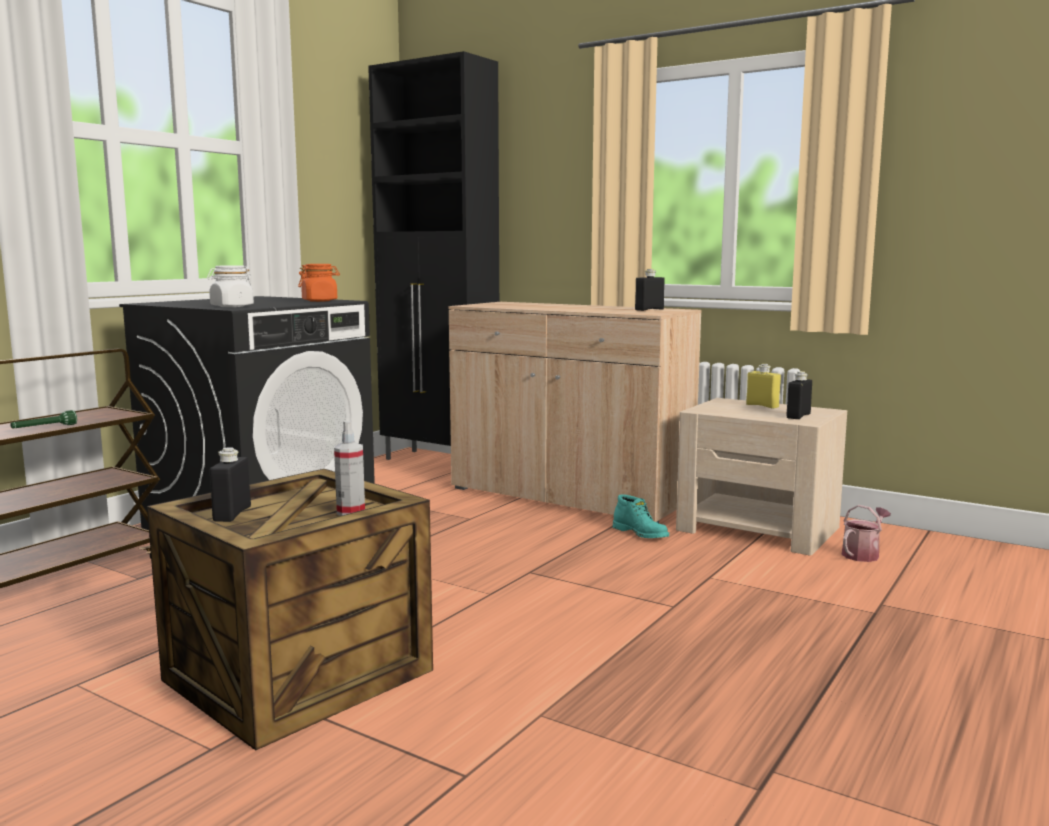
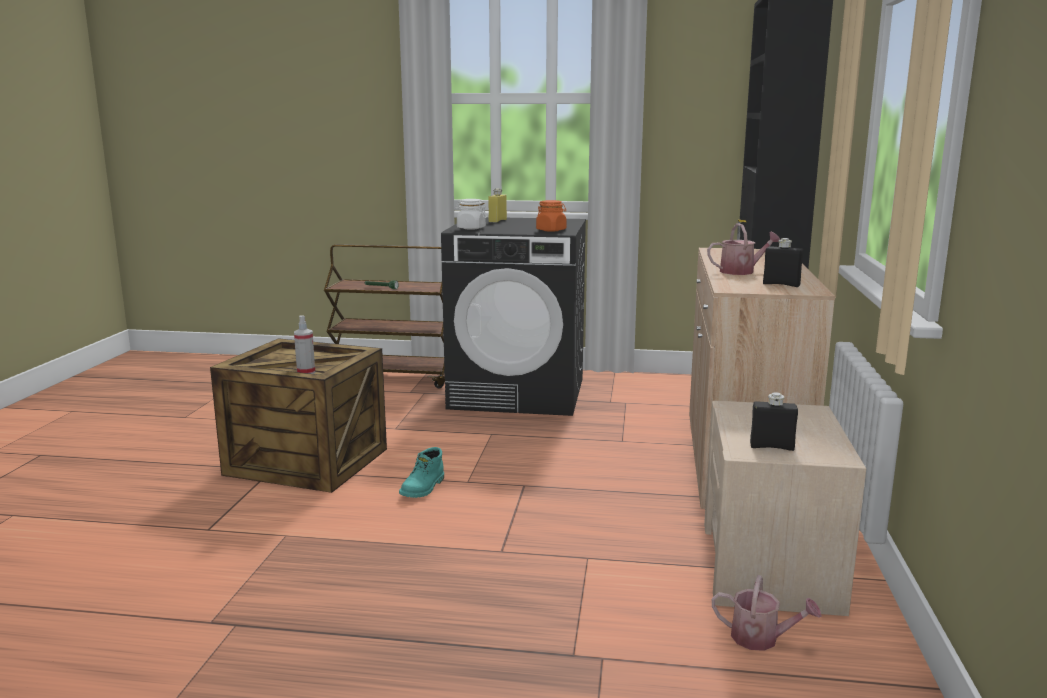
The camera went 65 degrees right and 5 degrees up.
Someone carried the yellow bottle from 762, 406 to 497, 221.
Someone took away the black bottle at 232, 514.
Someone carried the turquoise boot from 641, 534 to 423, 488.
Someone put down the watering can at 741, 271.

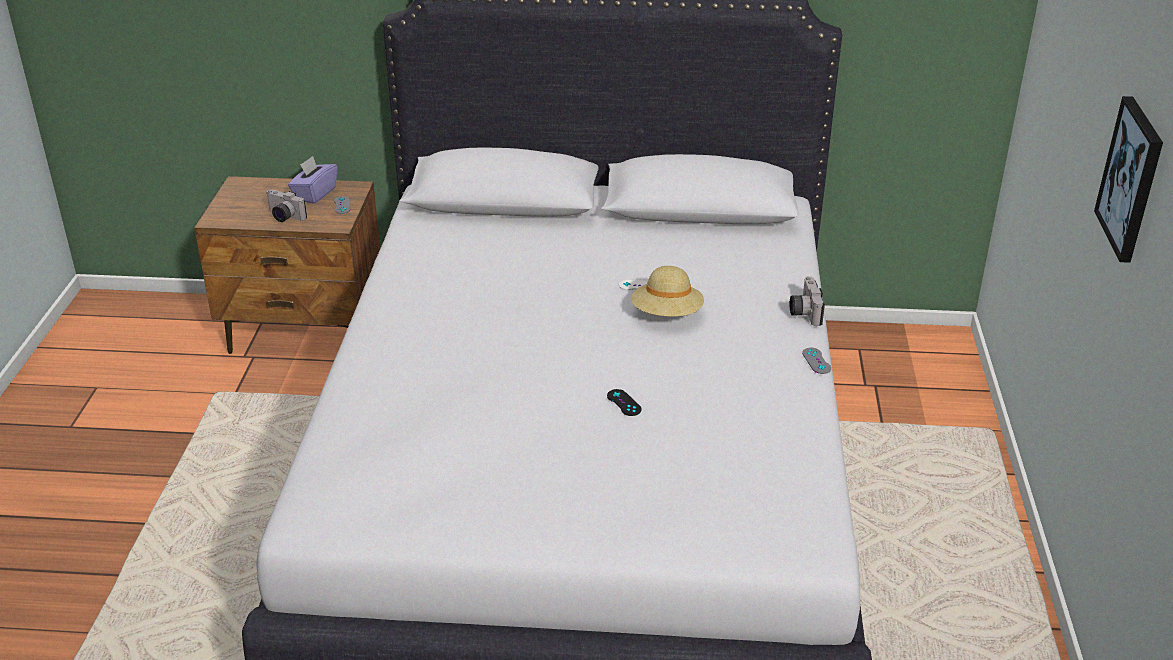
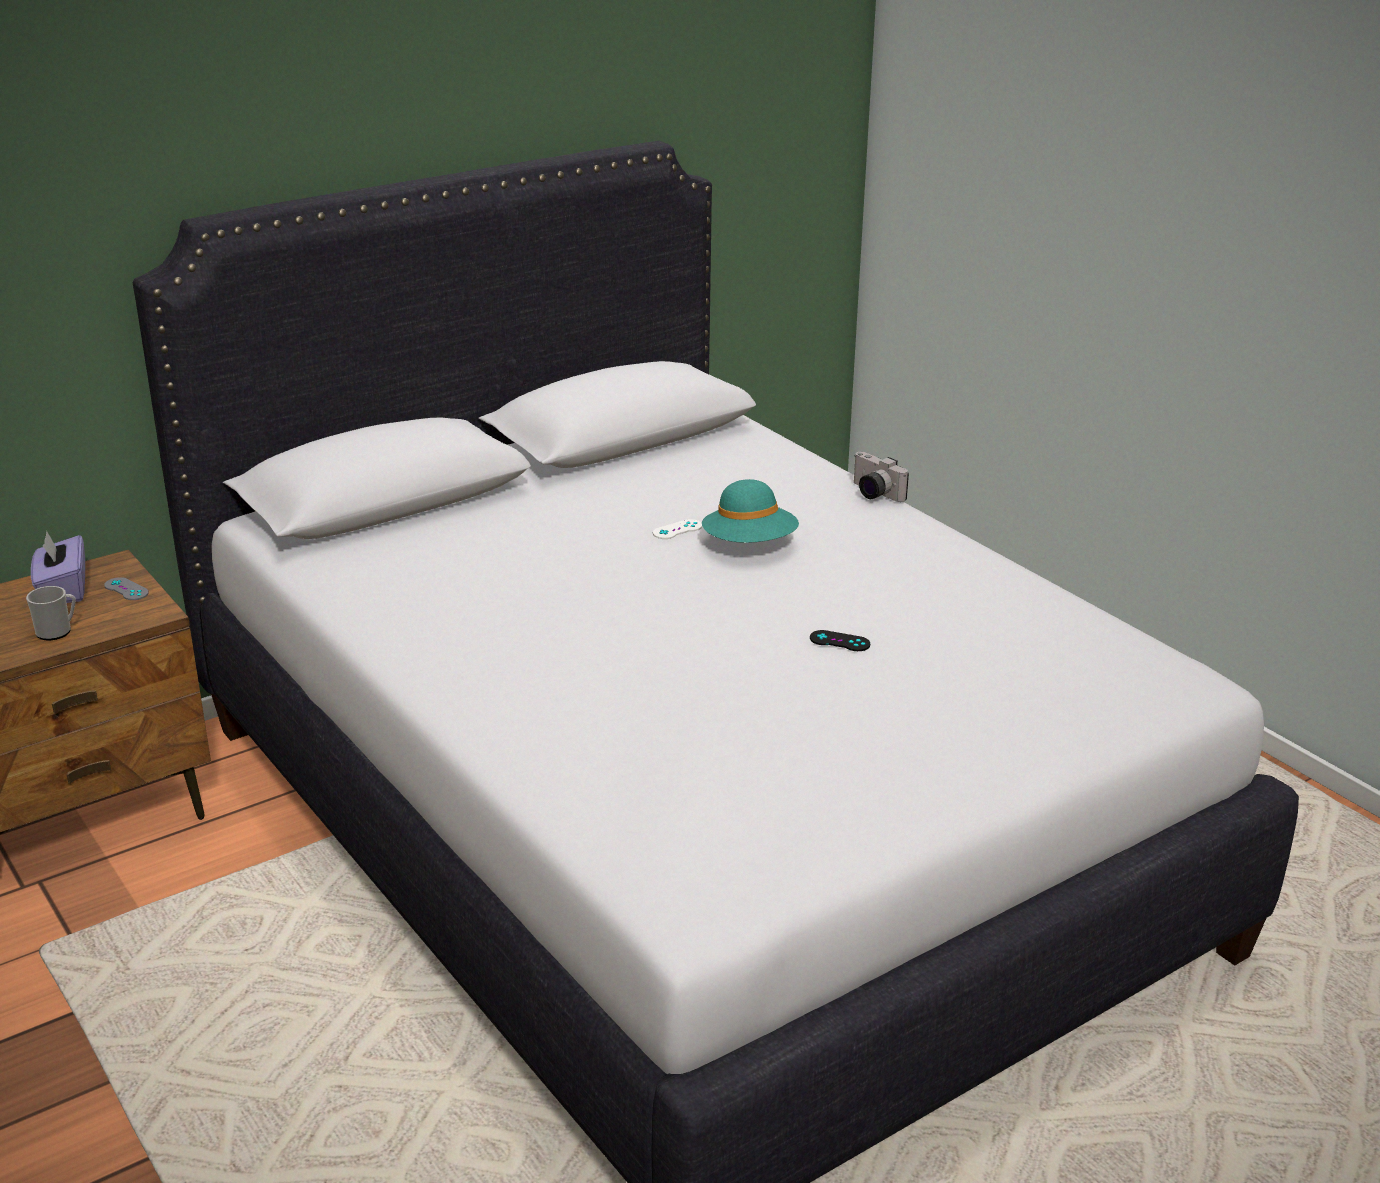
The camera went 40 degrees left and 5 degrees down.
Someone took away the picture at 1131, 179.
Someone swapped the photo camera at 283, 217 for the mug at 57, 631.
Someone repainted the beige hat at 667, 314, which became the turquoise hat at 749, 545.
Someone took away the grey game controller at 816, 361.

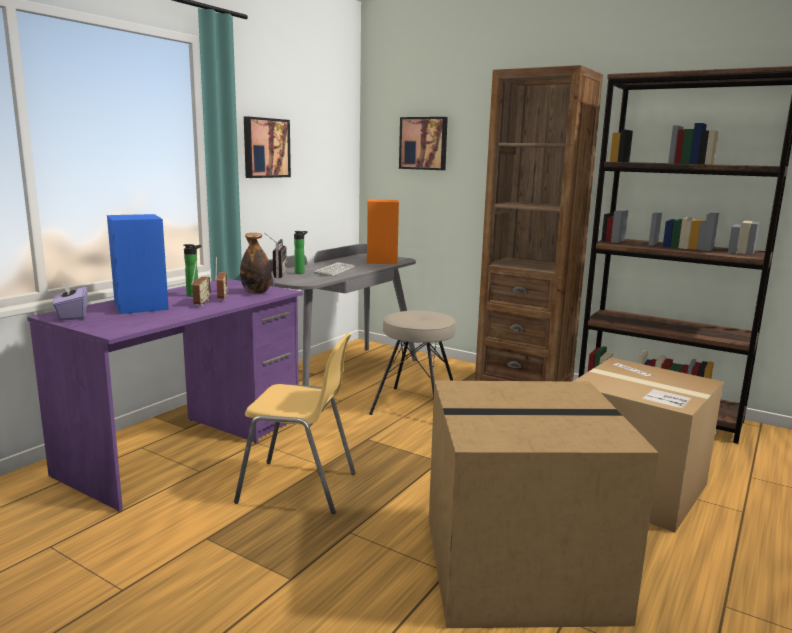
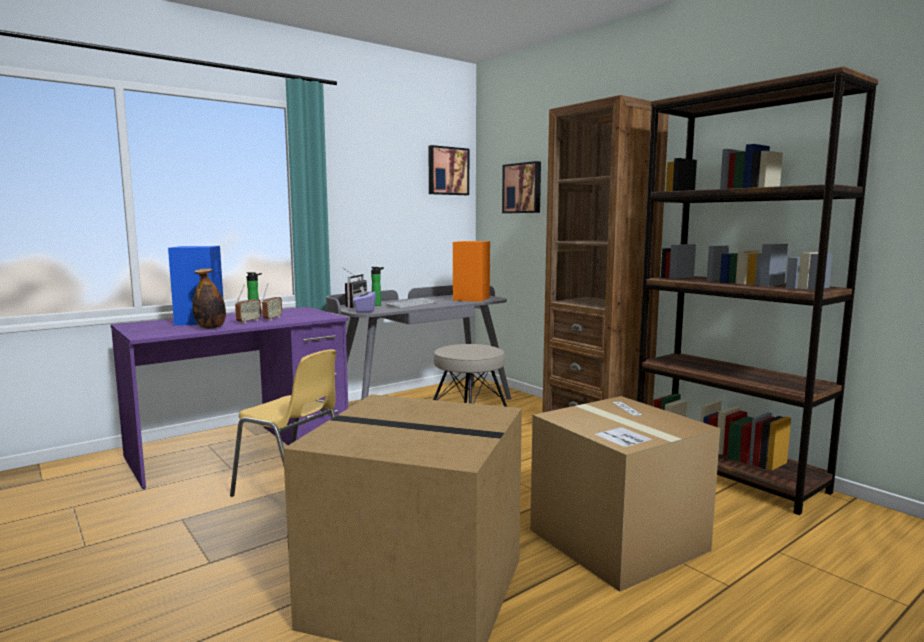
The camera went 20 degrees right and 5 degrees down.
Someone carried the picture from 265, 148 to 447, 171.
Someone carried the bottle from 256, 292 to 211, 328.
Someone carried the purple tissue box from 72, 316 to 365, 311.

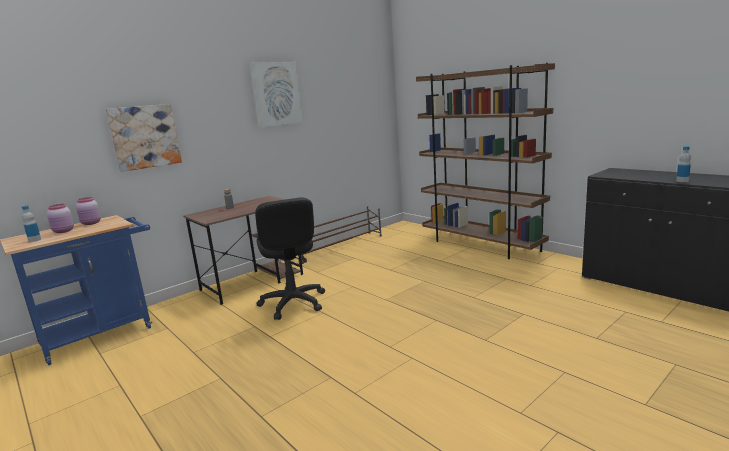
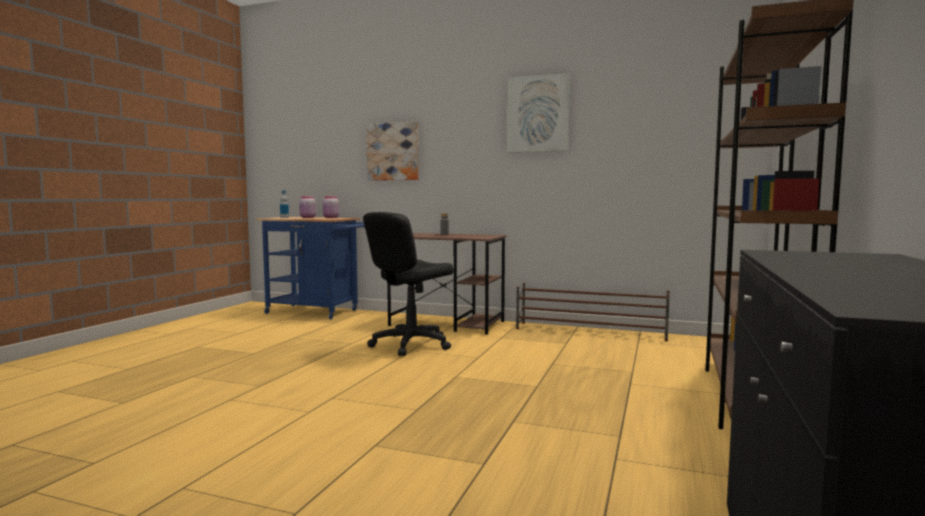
The camera went 60 degrees right and 10 degrees down.
Someone took away the bottle at 682, 181.

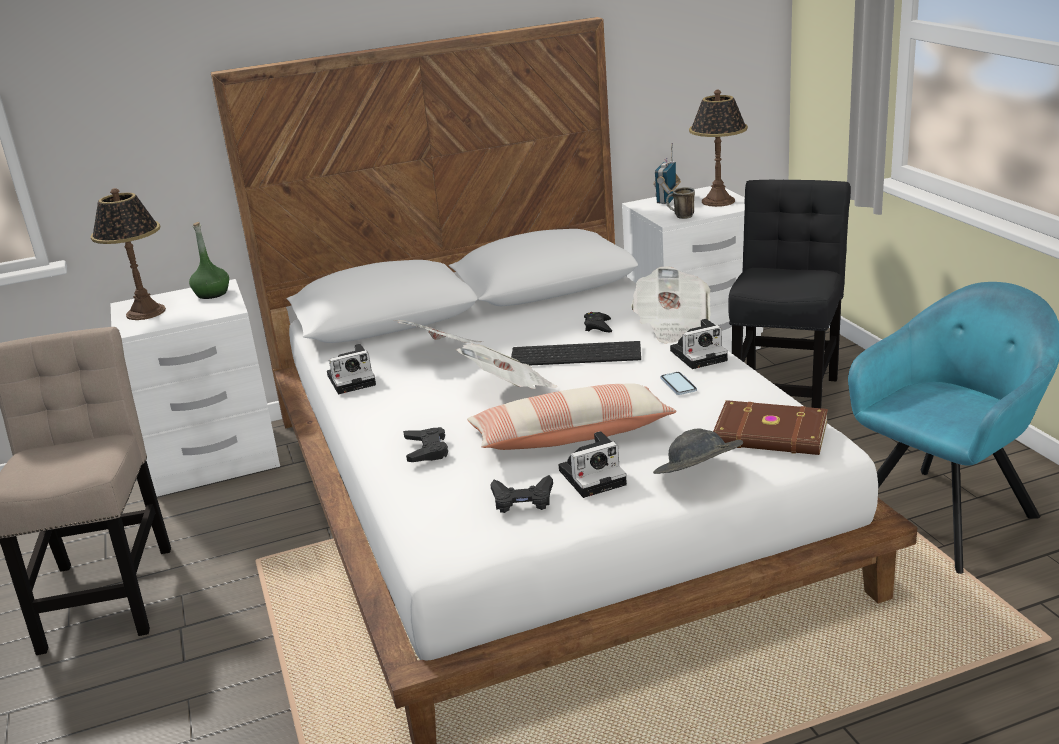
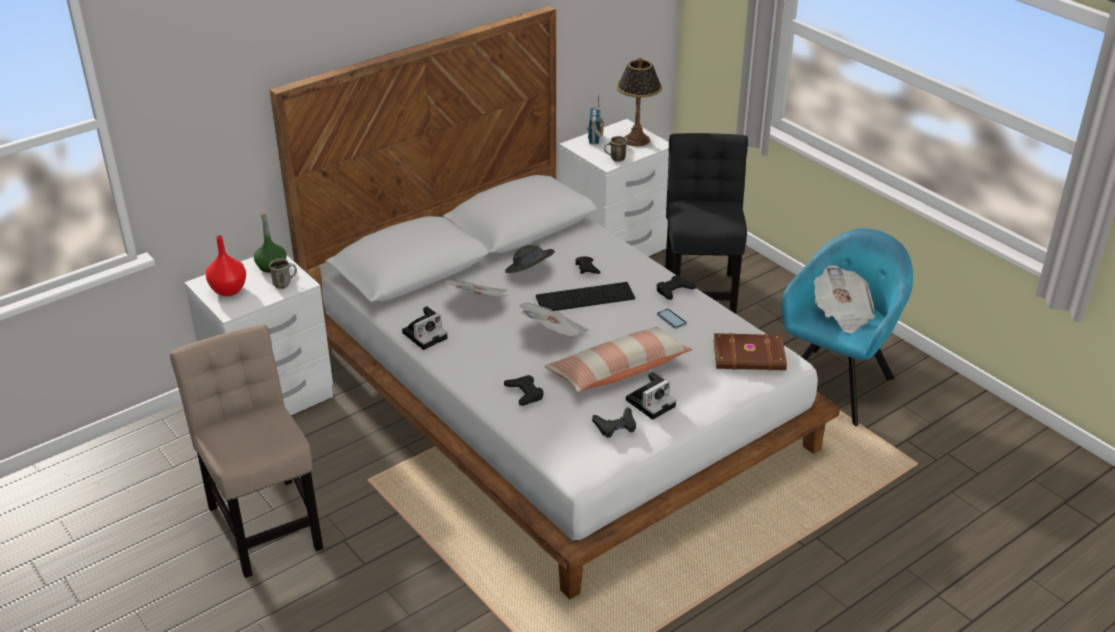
The camera went 20 degrees left and 10 degrees up.
Someone swapped the table lamp at 146, 312 for the red vase at 228, 290.
Someone carried the newspaper from 672, 326 to 842, 313.
Someone swapped the photo camera at 700, 355 for the black game controller at 674, 290.
Someone carried the grey hat from 698, 477 to 529, 272.
Someone put down the mug at 285, 283.

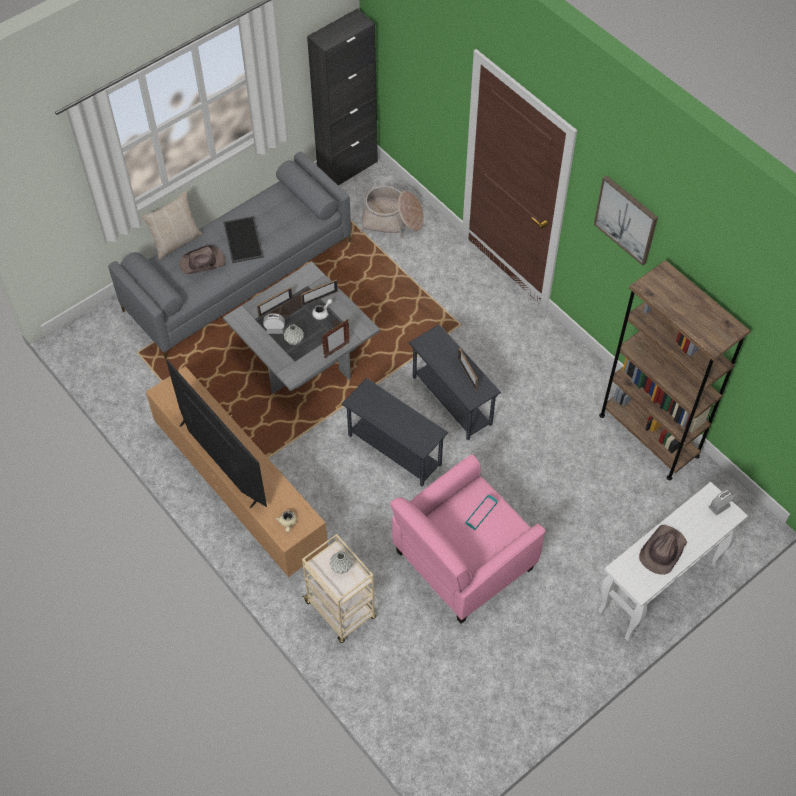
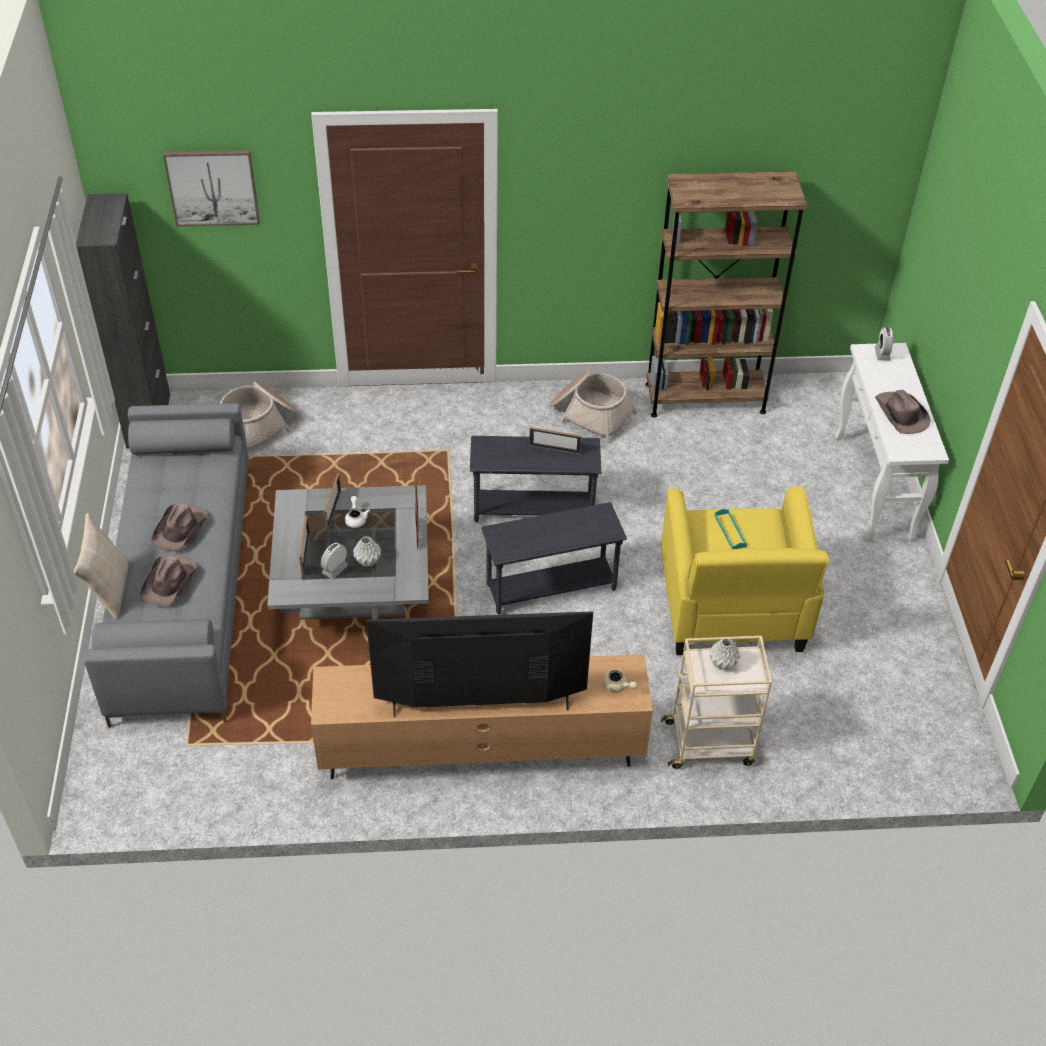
The camera went 55 degrees left and 10 degrees down.
Someone carried the picture from 626, 219 to 212, 187.
Someone swapped the tray at 244, 240 for the brown hat at 181, 528.
Someone repainted the pink armchair at 462, 561, which became the yellow armchair at 731, 609.
Someone put down the basket at 589, 413.

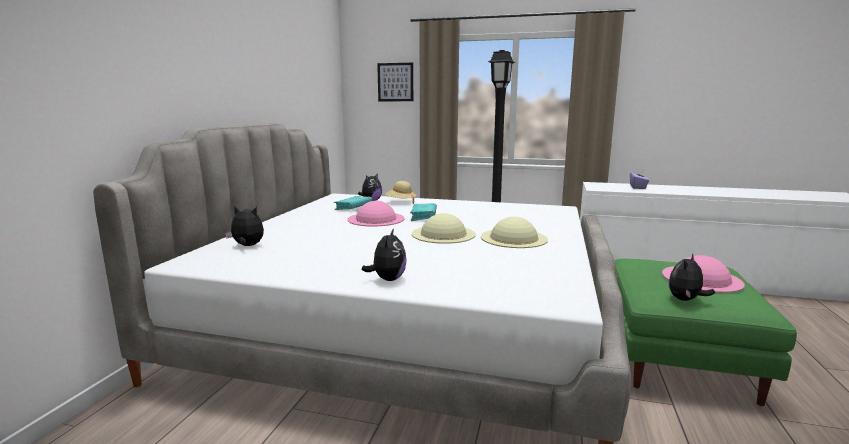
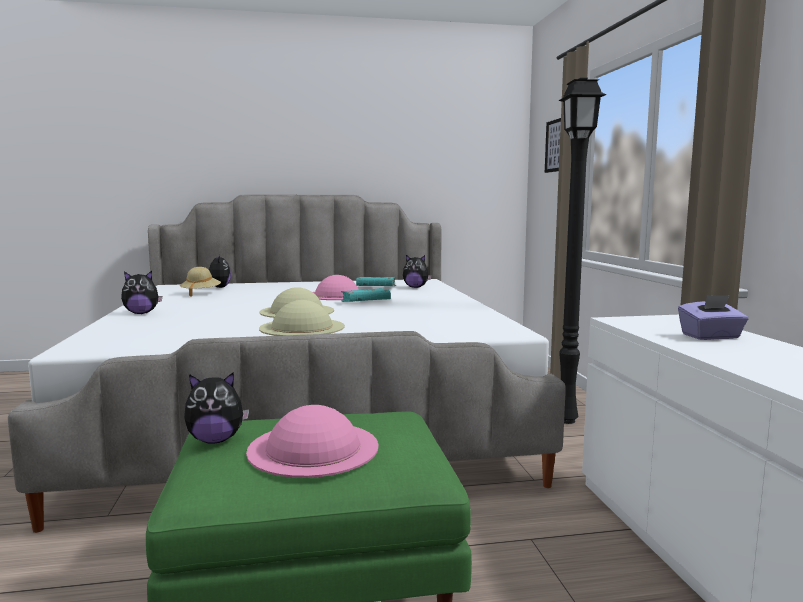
The camera went 65 degrees right and 5 degrees down.
Someone carried the beige hat from 401, 202 to 200, 293.
Someone rotated the plush toy at 685, 300 by 150 degrees clockwise.

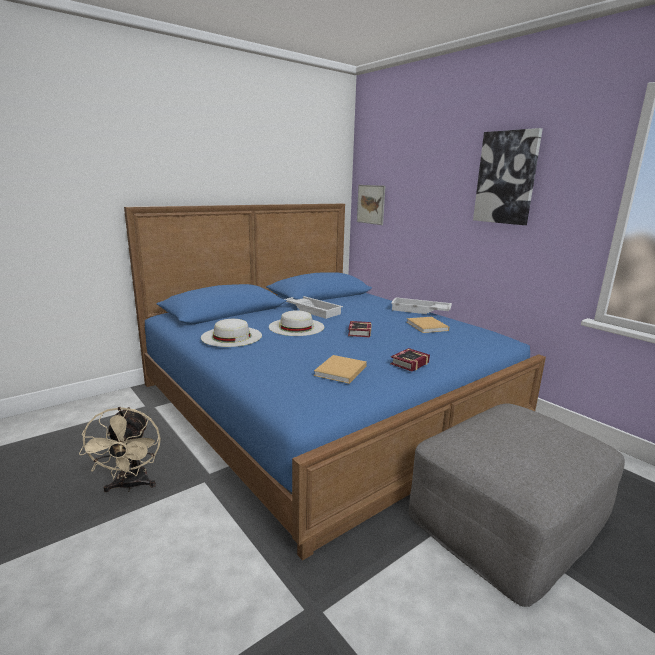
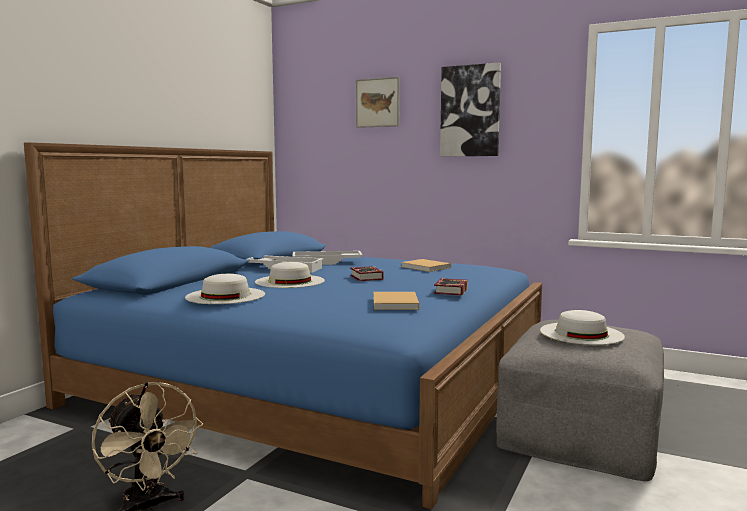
The camera went 25 degrees left and 10 degrees down.
Someone carried the picture from 371, 204 to 377, 102.
Someone carried the white tray from 420, 310 to 326, 262.
Someone put down the white hat at 581, 333.

